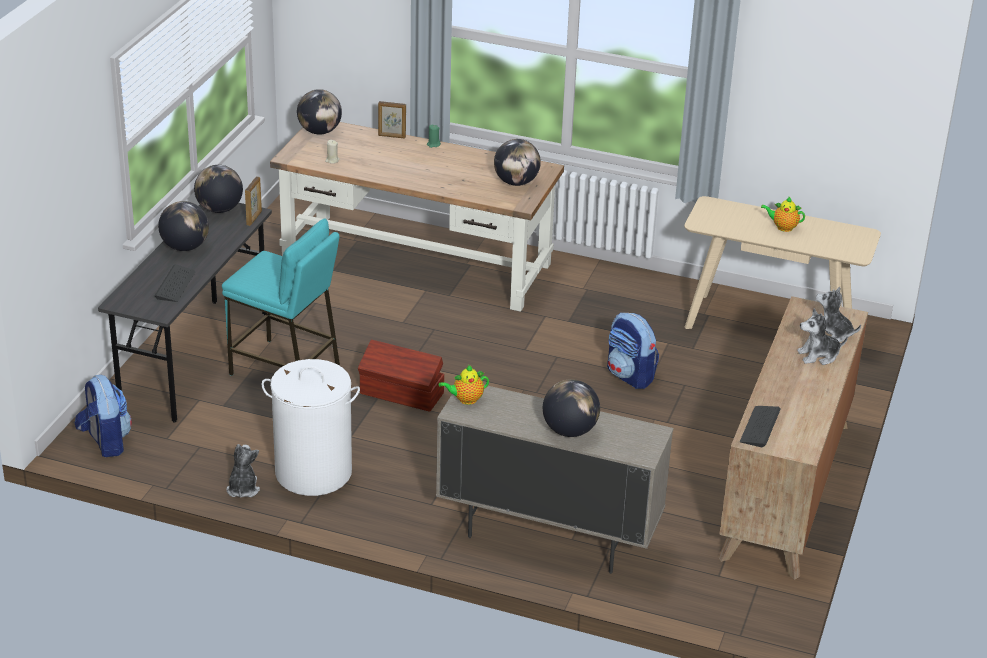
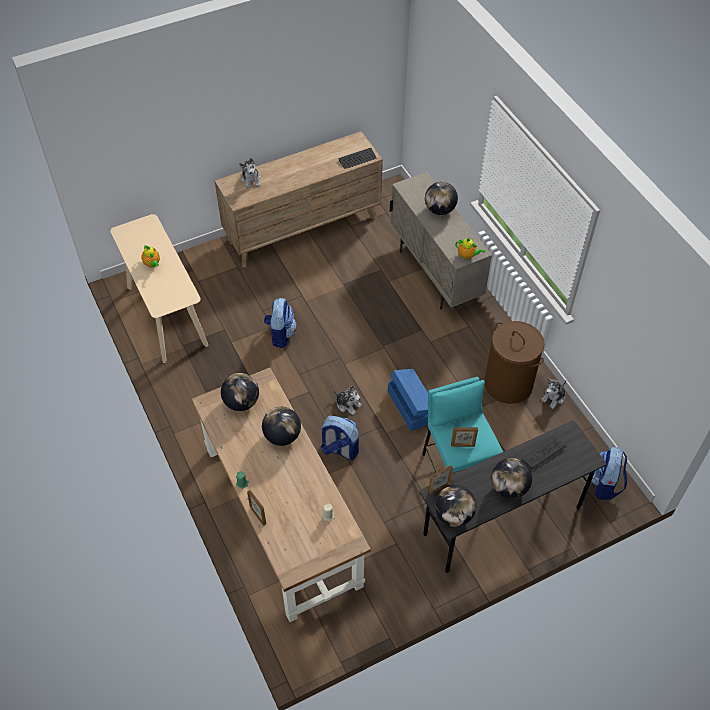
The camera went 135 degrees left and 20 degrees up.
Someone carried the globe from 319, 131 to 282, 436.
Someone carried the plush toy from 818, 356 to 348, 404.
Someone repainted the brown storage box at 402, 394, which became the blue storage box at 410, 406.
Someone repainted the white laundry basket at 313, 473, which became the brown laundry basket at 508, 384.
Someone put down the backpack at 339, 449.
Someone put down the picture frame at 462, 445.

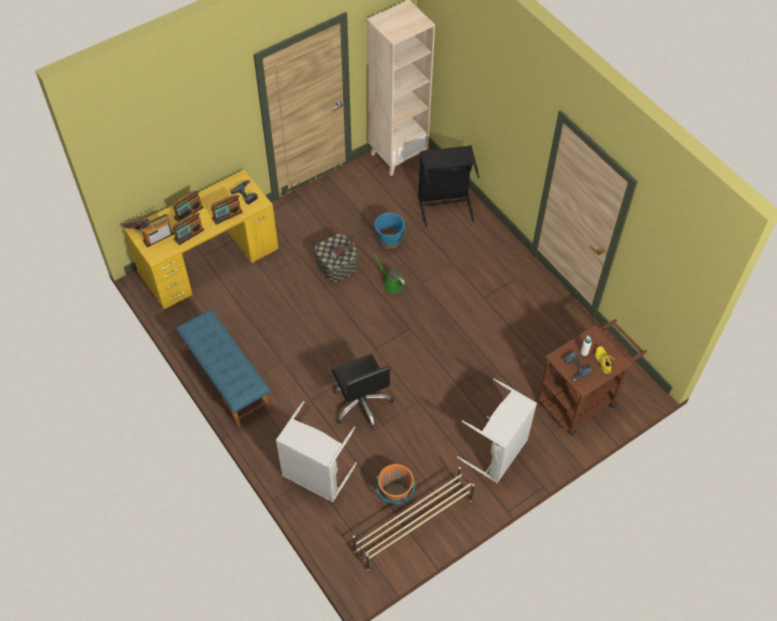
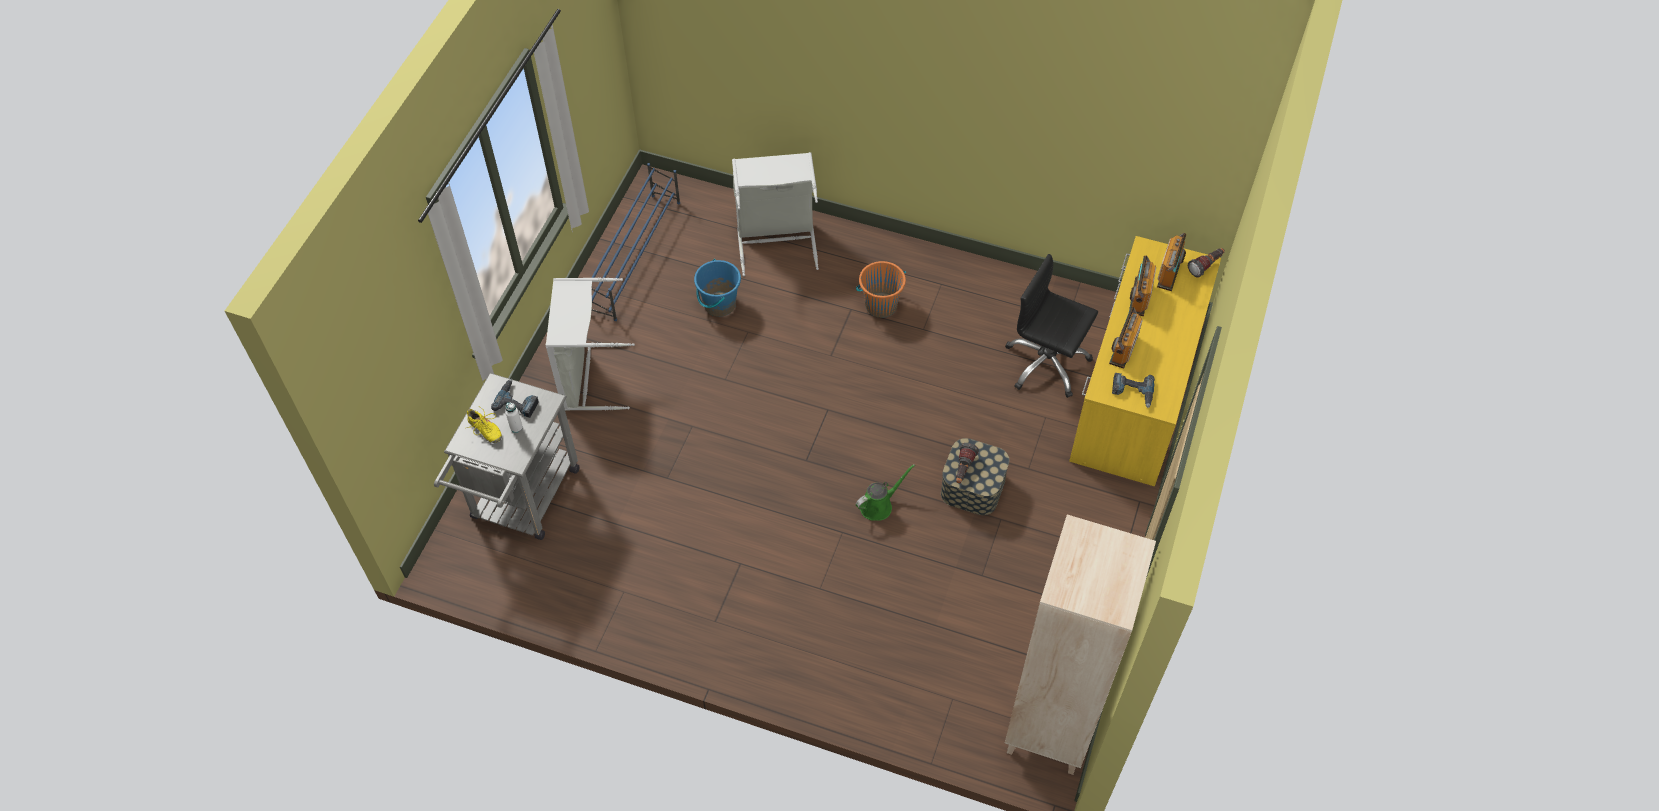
The camera went 145 degrees right and 0 degrees up.
Someone took away the black laundry basket at 444, 204.
Someone took away the radio at 189, 212.
Someone carried the blue bucket from 389, 241 to 719, 304.
Someone rotated the green watering can at 391, 284 by 45 degrees counterclockwise.
Someone took away the blue bench at 226, 378.
Someone repainted the brown cart at 582, 398, which became the grey cart at 521, 501.
Someone carried the black office chair from 362, 404 to 1046, 363.
Someone carried the orange bucket from 395, 494 to 881, 305.
Someone repainted the beige shoe rack at 412, 525, which became the blue shoe rack at 635, 255.

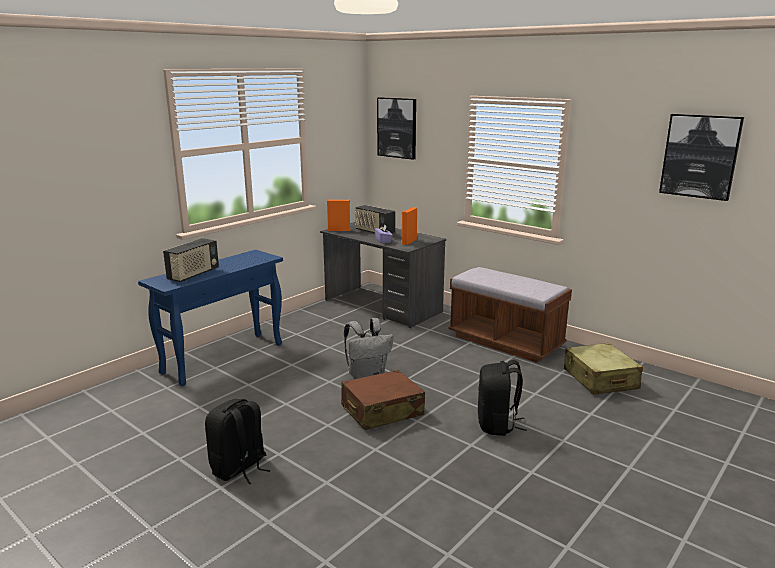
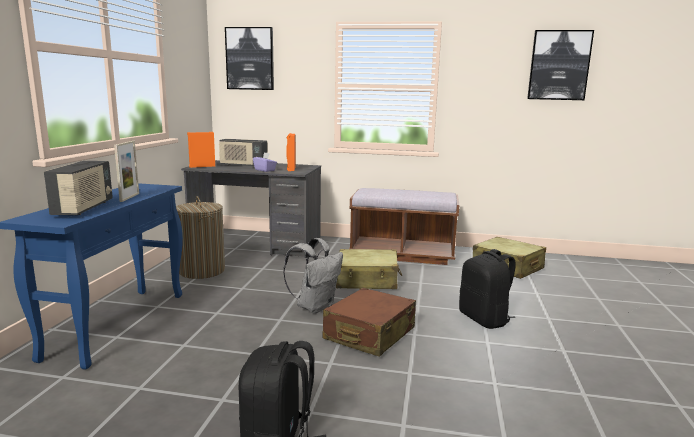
The camera went 30 degrees left and 5 degrees down.
Someone put down the picture frame at 129, 197.
Someone put down the laundry basket at 202, 271.
Someone put down the beige suitcase at 367, 280.

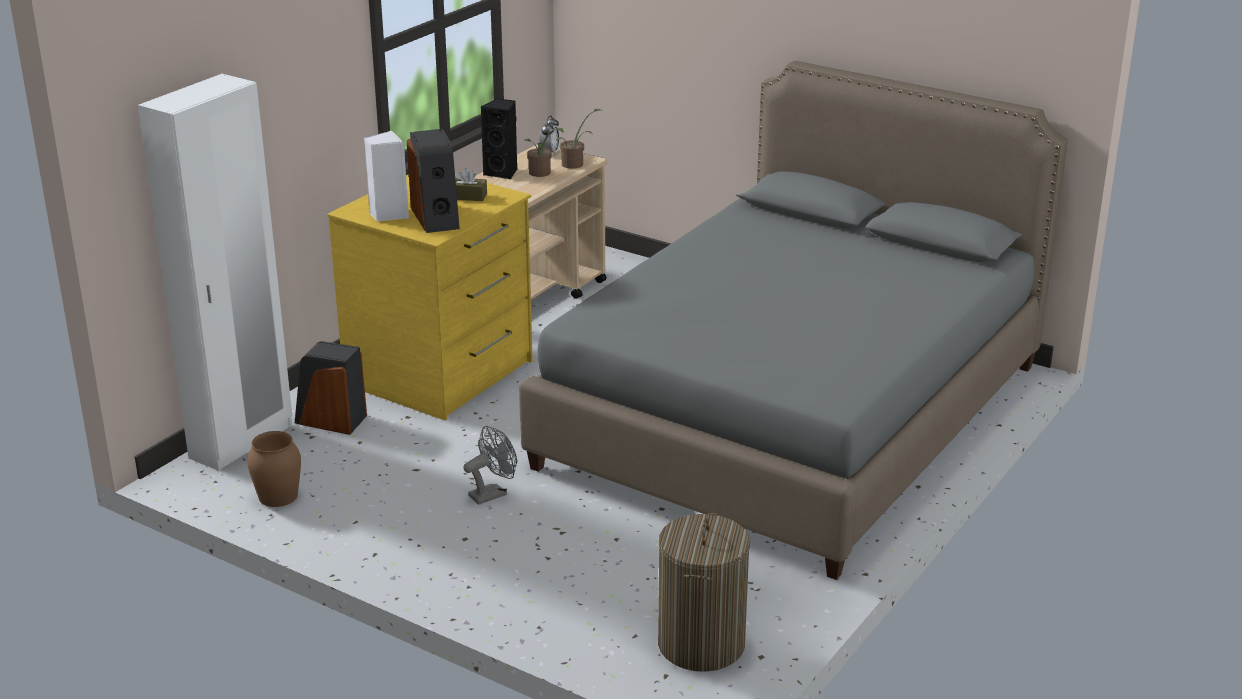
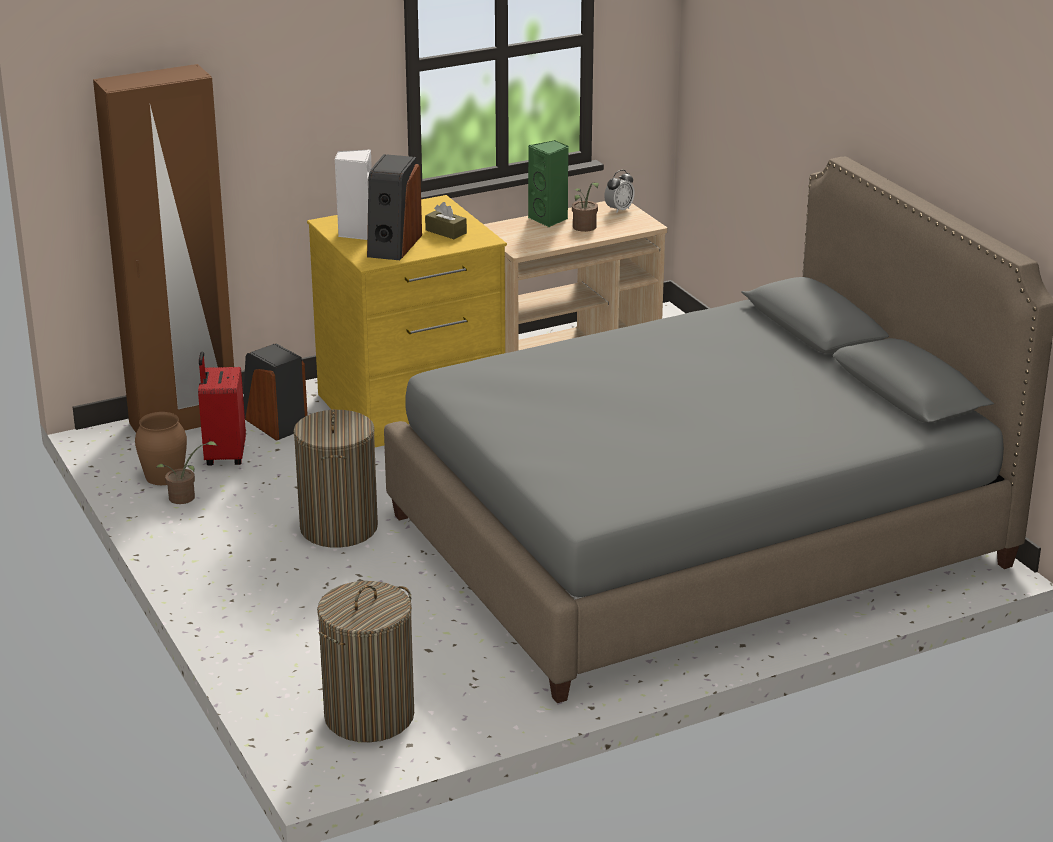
The camera went 30 degrees right and 0 degrees up.
Someone repainted the white wardrobe at 242, 442, which became the brown wardrobe at 184, 422.
Someone repainted the black speaker at 502, 172, which became the green speaker at 549, 219.
Someone carried the potted plant from 576, 164 to 185, 498.
Someone swapped the grey fan at 493, 493 for the laundry basket at 338, 528.
Someone put down the red suitcase at 224, 455.

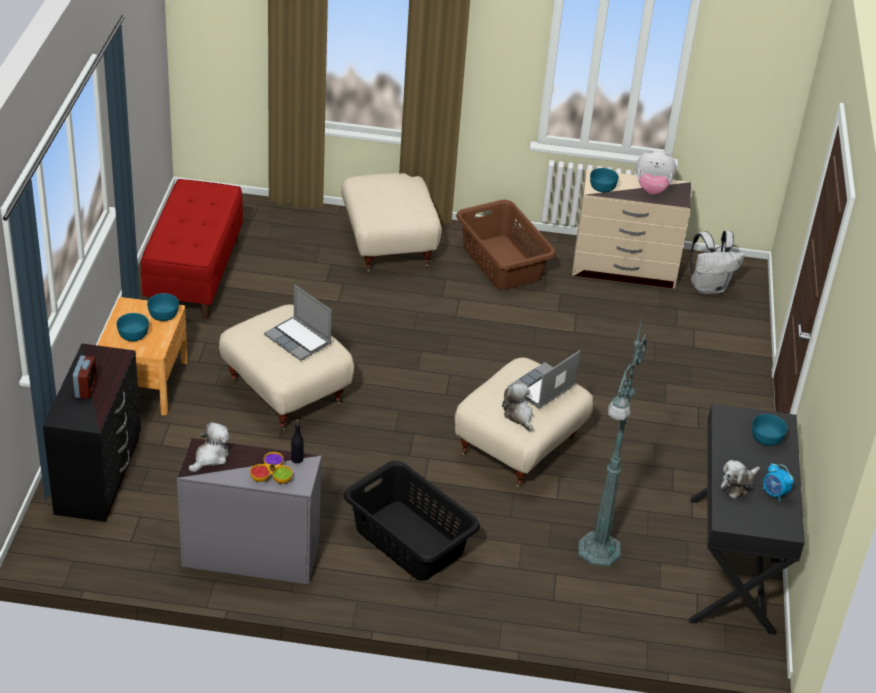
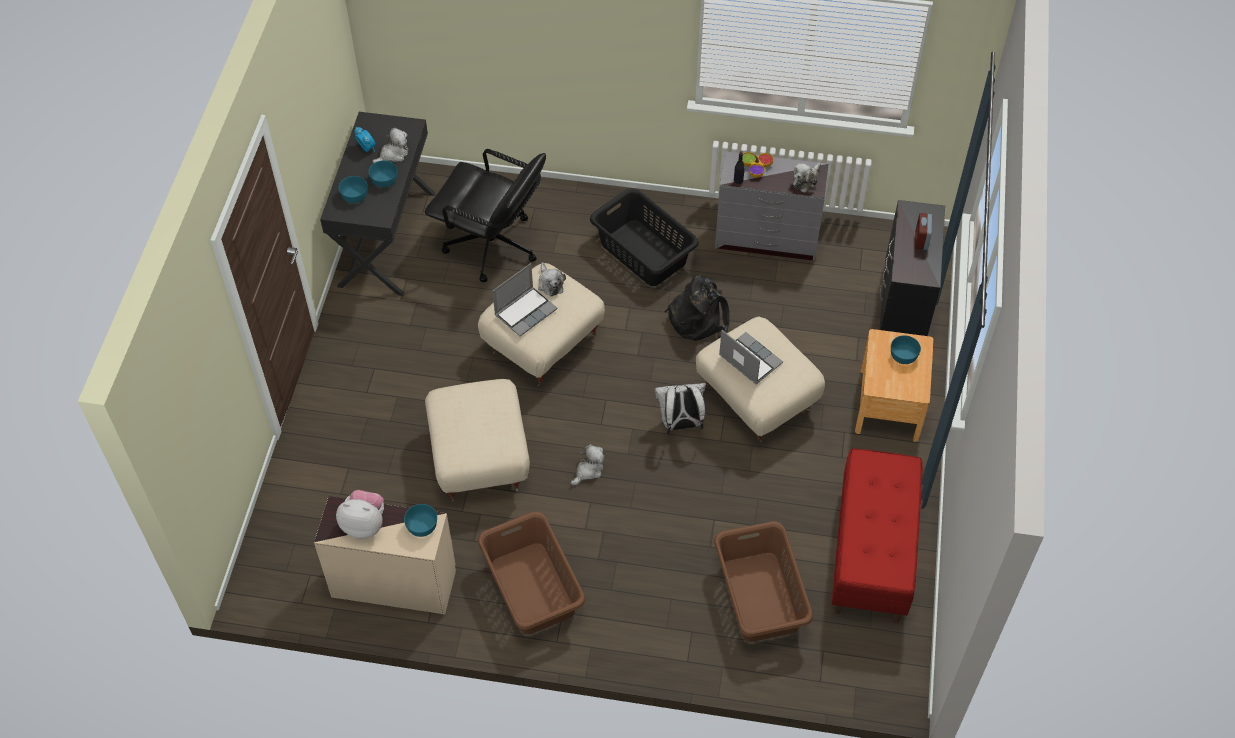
The camera went 175 degrees left and 15 degrees up.
Someone carried the beige ottoman from 387, 245 to 481, 458.
Someone carried the white backpack from 709, 287 to 680, 424.
Someone carried the turquoise bowl from 163, 315 to 384, 180.
Someone swapped the green floor lamp at 598, 551 for the black office chair at 492, 247.
Someone put down the black backpack at 698, 317.
Someone put down the plush toy at 588, 470.
Someone put down the brown laundry basket at 759, 597.

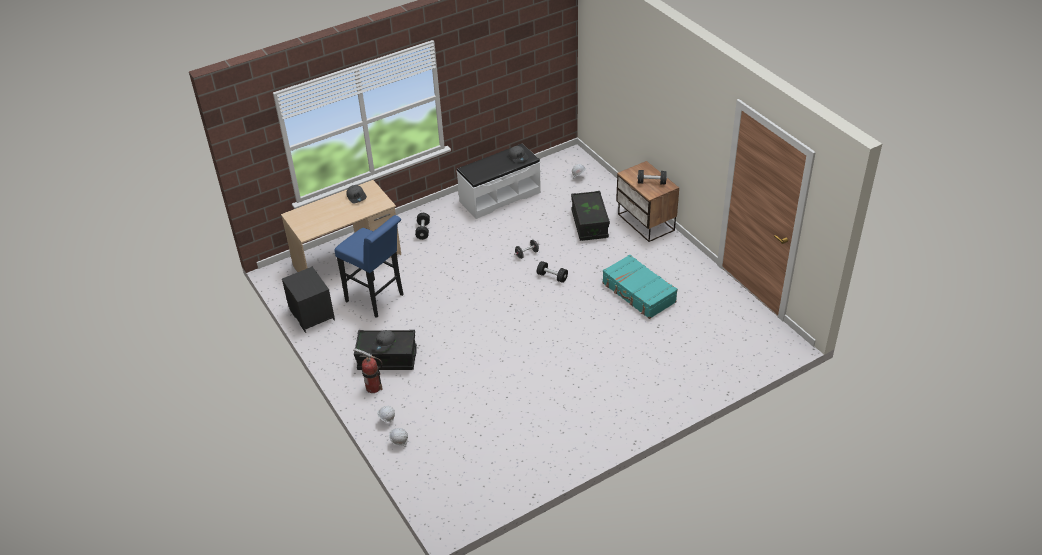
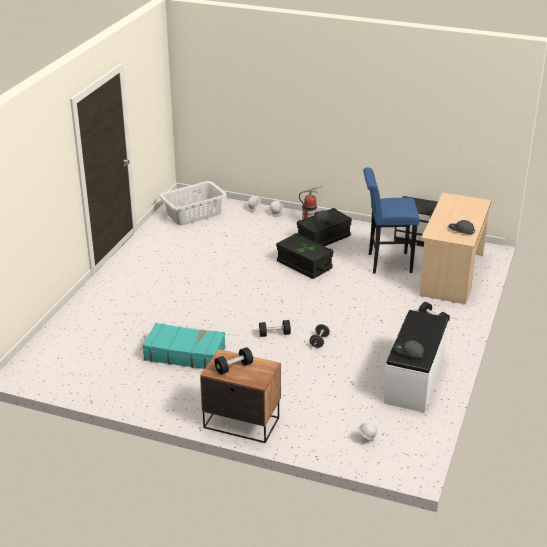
The camera went 140 degrees right and 10 degrees down.
Someone carried the black storage box from 589, 224 to 304, 265.
Someone put down the grey laundry basket at 194, 214.

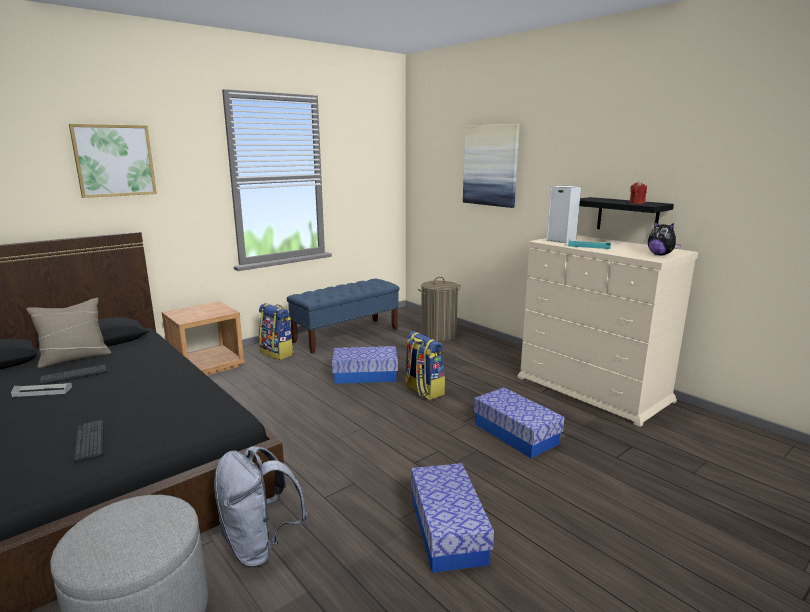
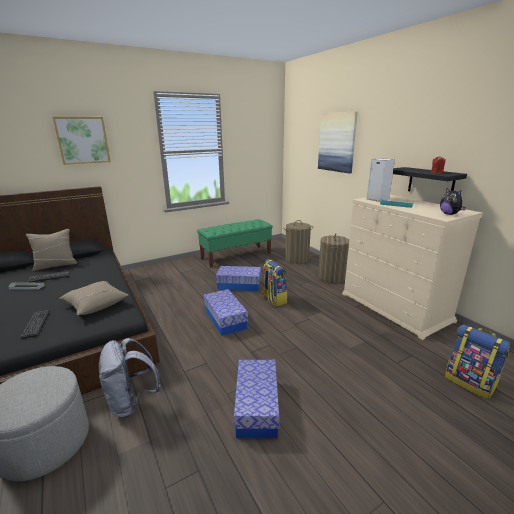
The camera went 10 degrees right and 5 degrees up.
Someone repainted the blue bench at 346, 335, which became the green bench at 236, 256.
Someone took away the brown nightstand at 207, 366.
Someone carried the backpack from 278, 353 to 470, 382.
Someone carried the storage box from 516, 434 to 225, 319.
Someone put down the laundry basket at 331, 277.
Someone put down the beige pillow at 95, 304.

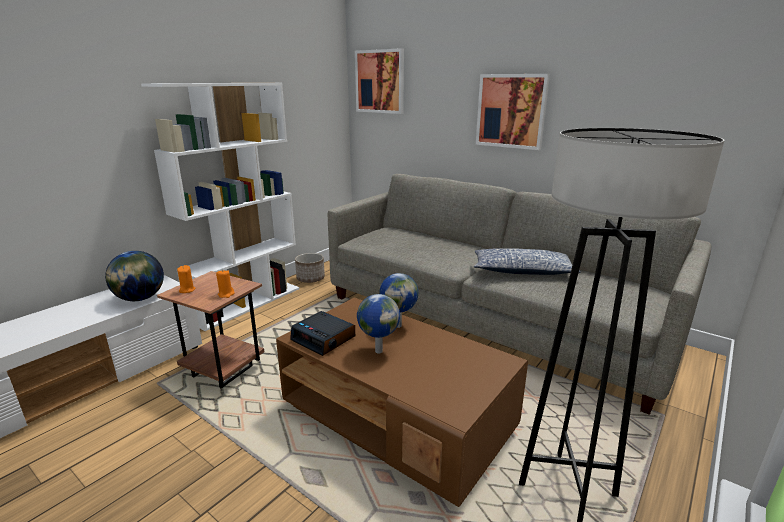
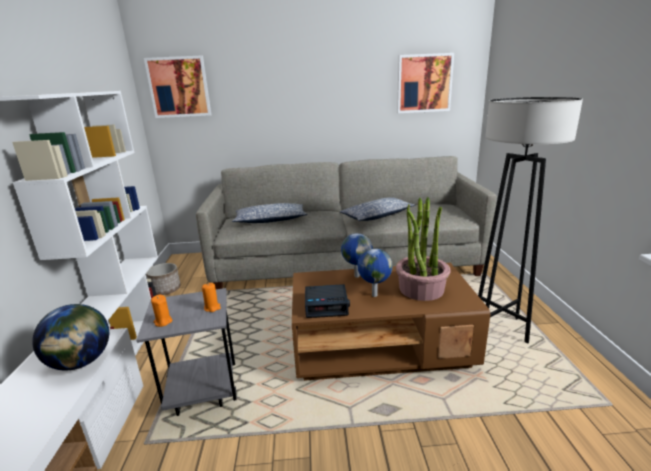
The camera went 40 degrees left and 0 degrees up.
Someone carried the picture from 511, 111 to 424, 83.
Someone repainted the brown side table at 222, 373, which became the grey side table at 202, 396.
Someone put down the potted plant at 421, 289.
Someone put down the pillow at 270, 220.

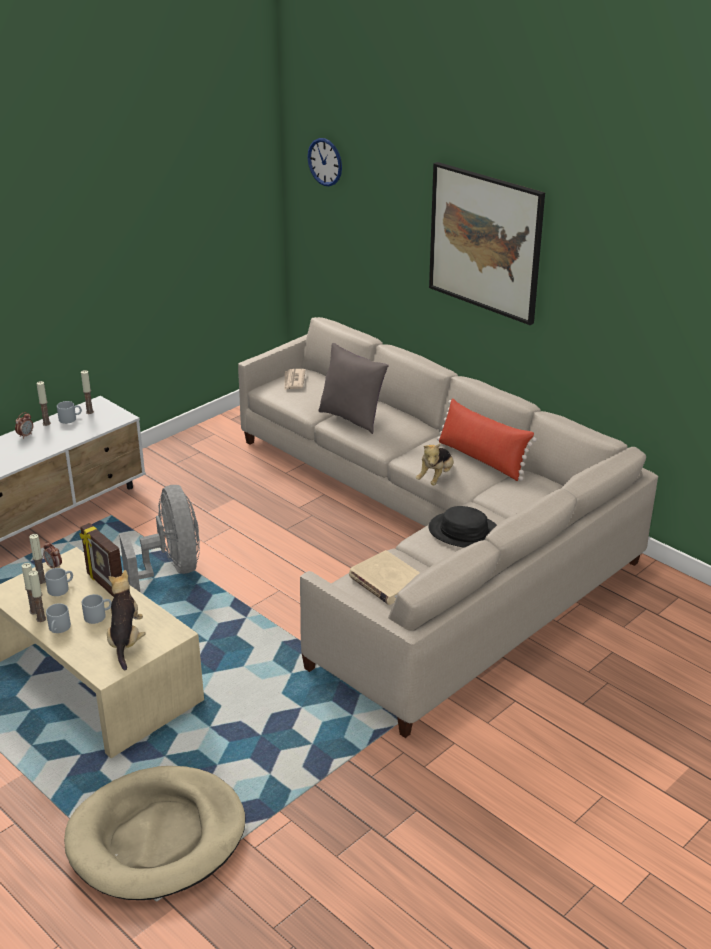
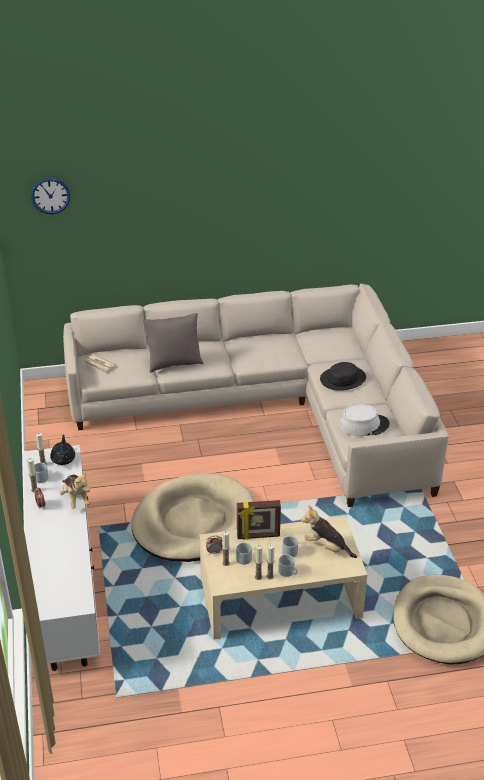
The camera went 55 degrees left and 5 degrees up.
Someone took away the picture at 485, 242.
Someone took away the red pillow at 481, 459.
Someone carried the plush toy from 436, 478 to 76, 499.
Someone swapped the grey fan at 171, 569 for the beige dog bed at 194, 522.
Someone swapped the beige book at 386, 581 for the grey hat at 364, 425.
Someone put down the black teapot at 63, 459.

